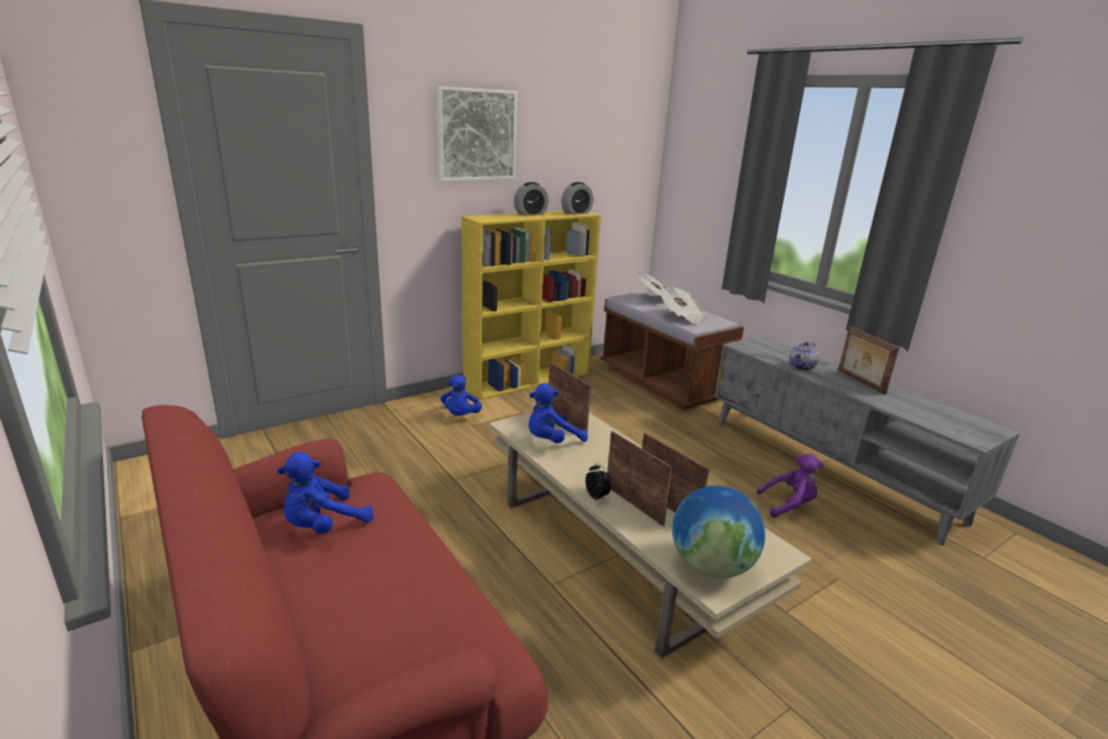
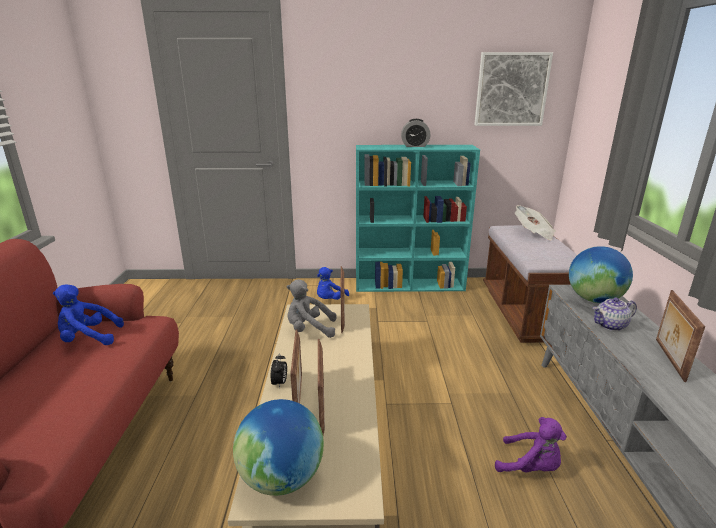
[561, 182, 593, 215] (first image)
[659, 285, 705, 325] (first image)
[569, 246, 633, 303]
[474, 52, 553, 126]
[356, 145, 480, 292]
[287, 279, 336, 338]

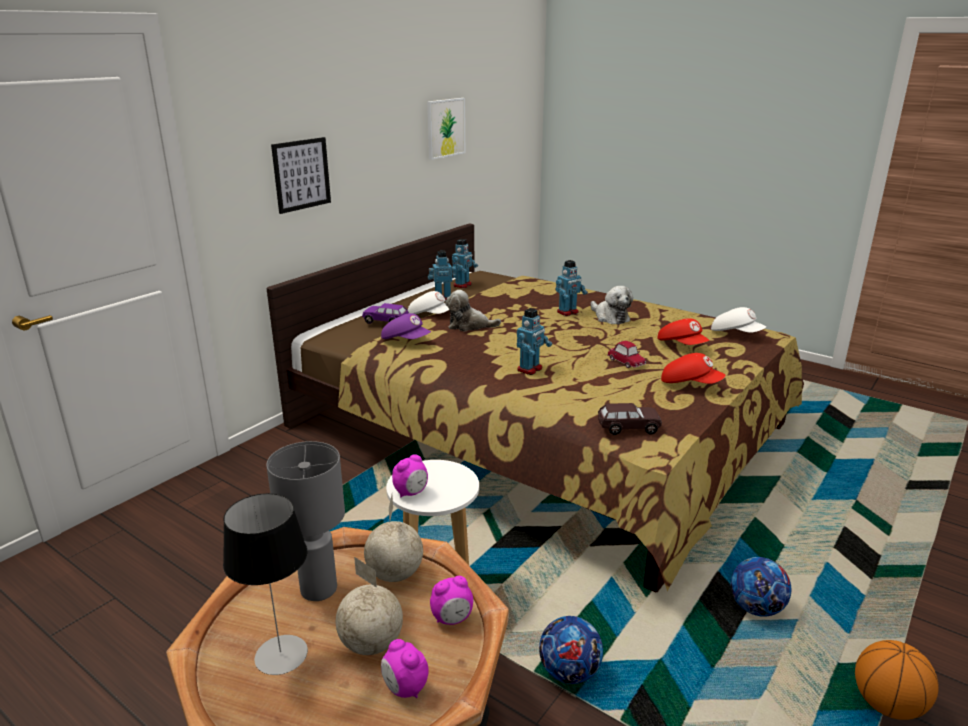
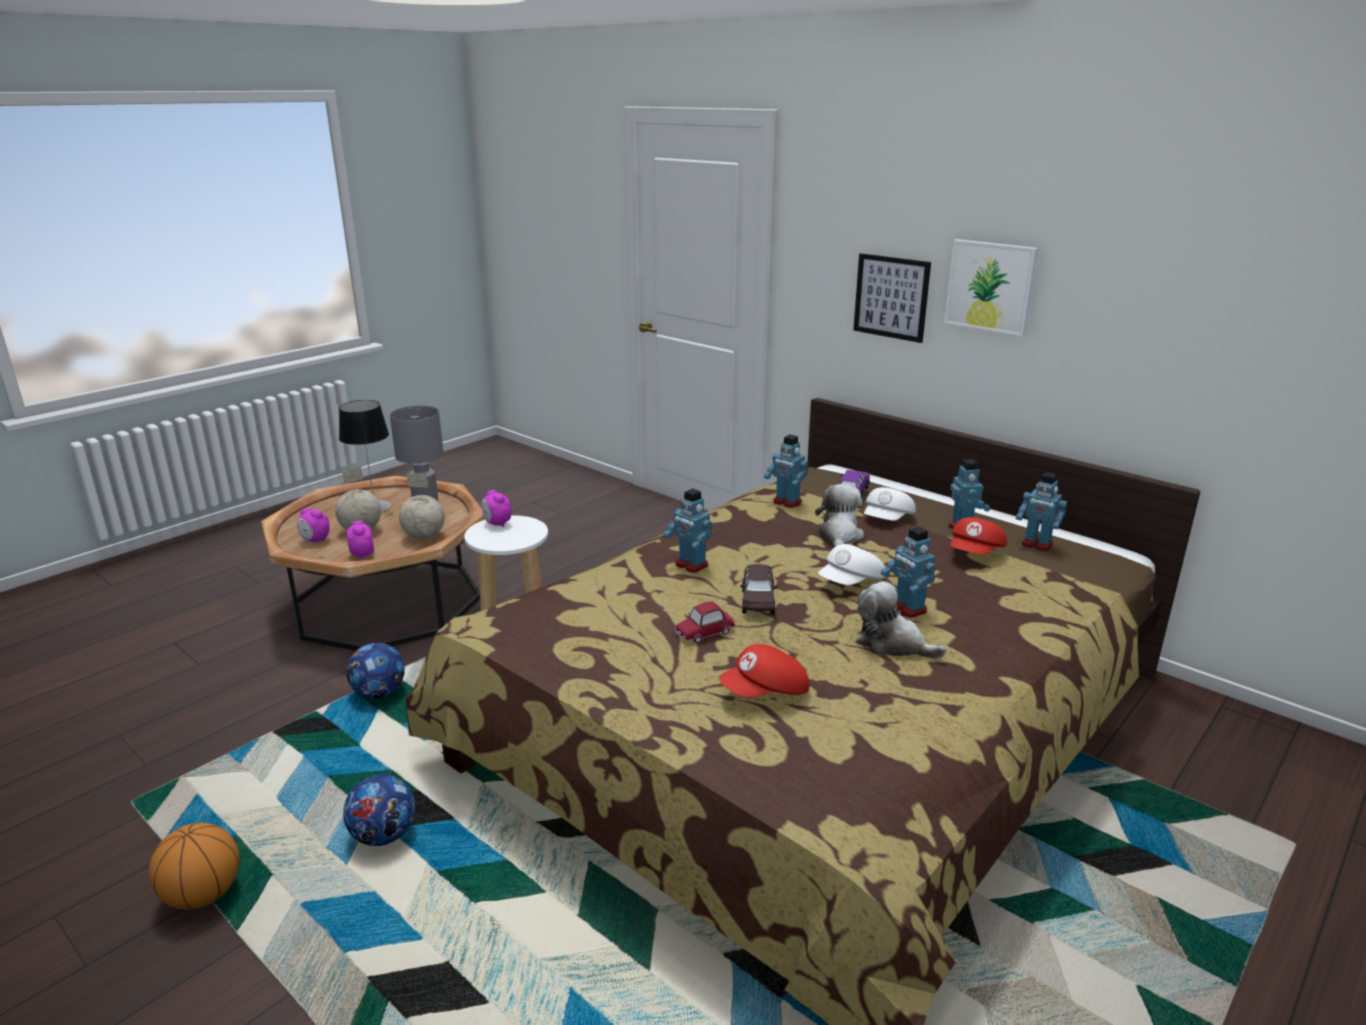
[944, 239, 1038, 336]
[740, 564, 777, 614]
[950, 517, 1007, 555]
[818, 544, 886, 585]
[764, 434, 808, 508]
[297, 508, 330, 542]
[856, 581, 947, 658]

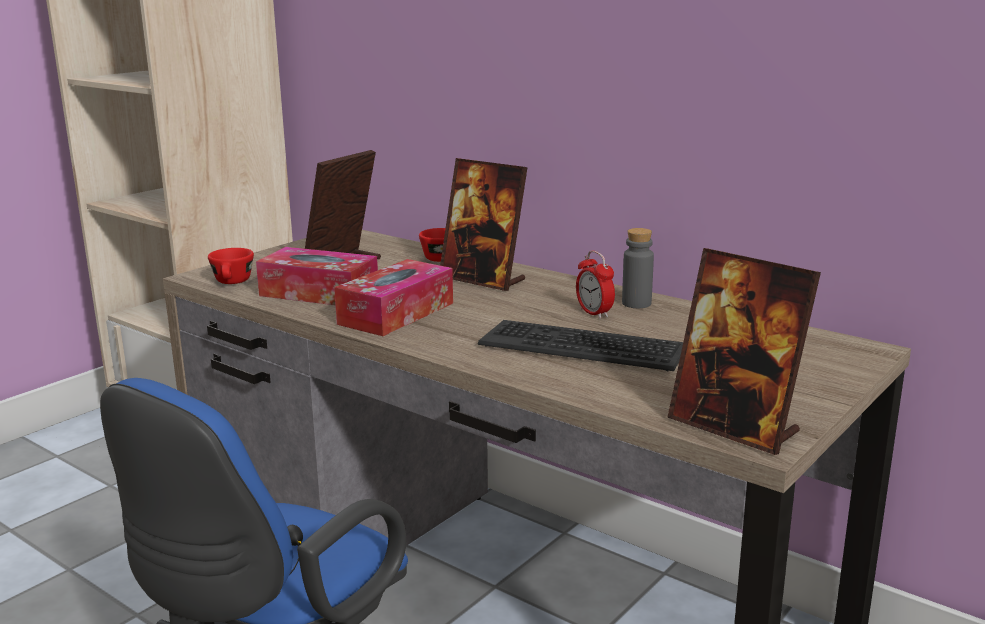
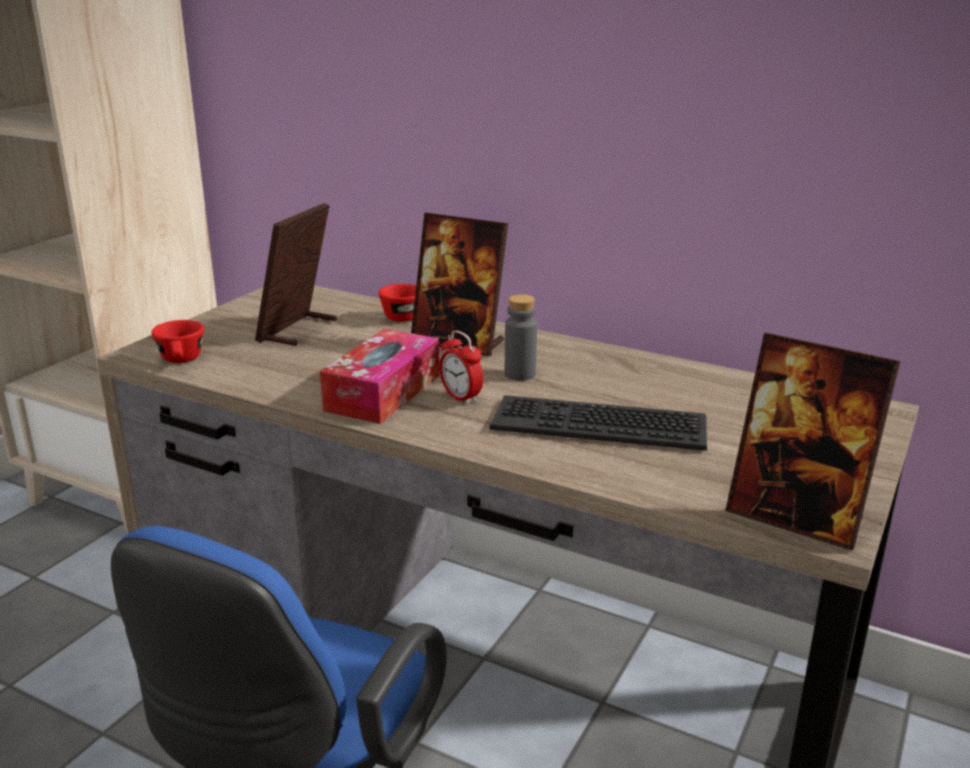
[256, 247, 378, 305] (first image)
[439, 330, 483, 405]
[505, 294, 537, 381]

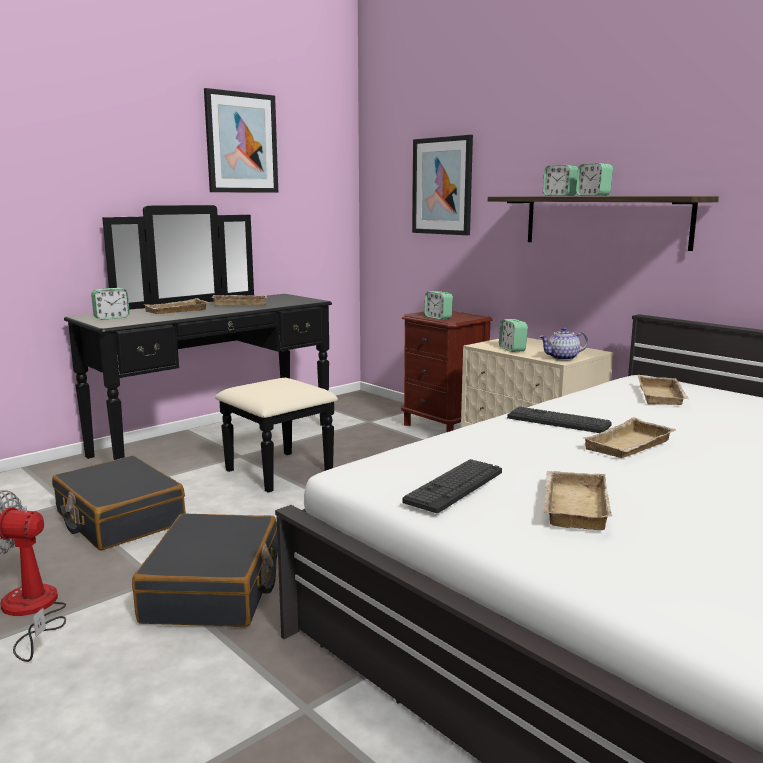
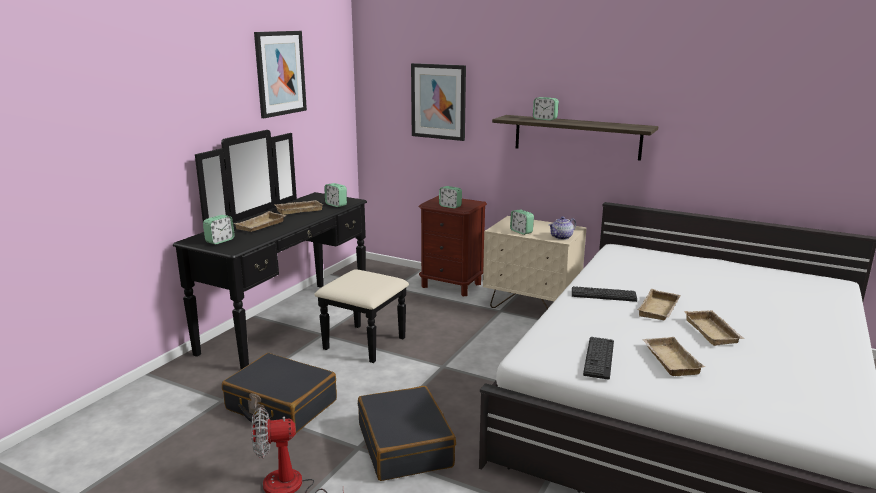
[325, 183, 347, 207]
[684, 310, 744, 346]

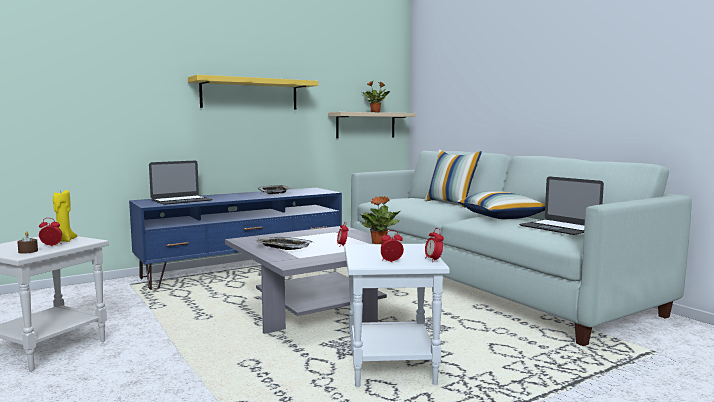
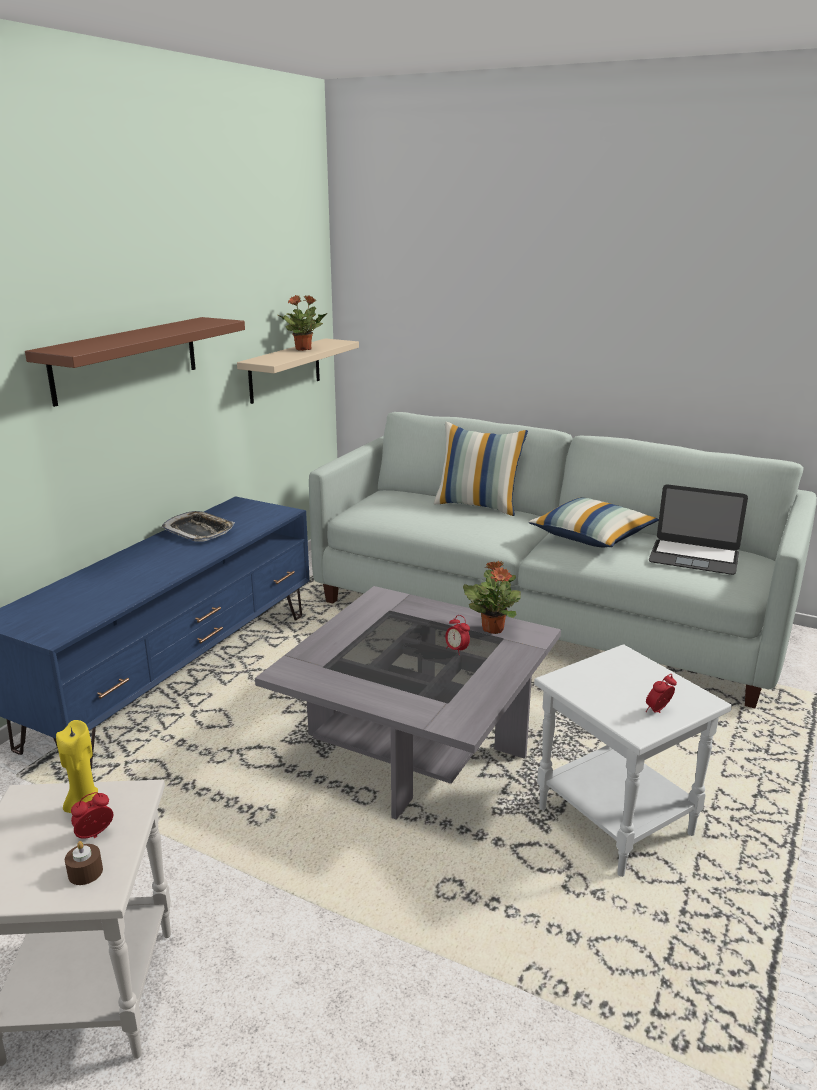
[149, 161, 212, 205] (first image)
[255, 237, 313, 250] (first image)
[425, 228, 444, 262] (first image)
[25, 317, 245, 407]

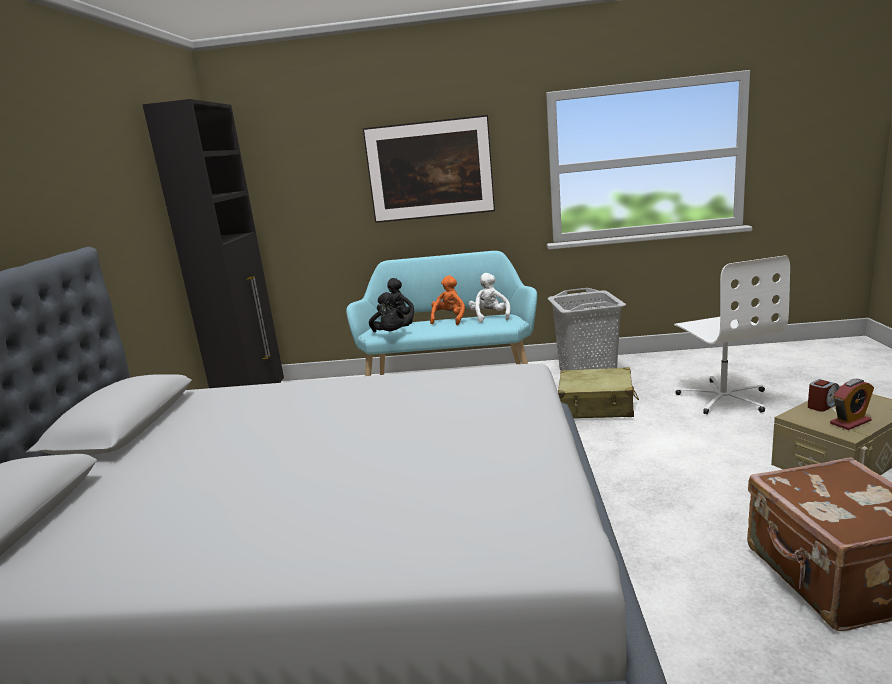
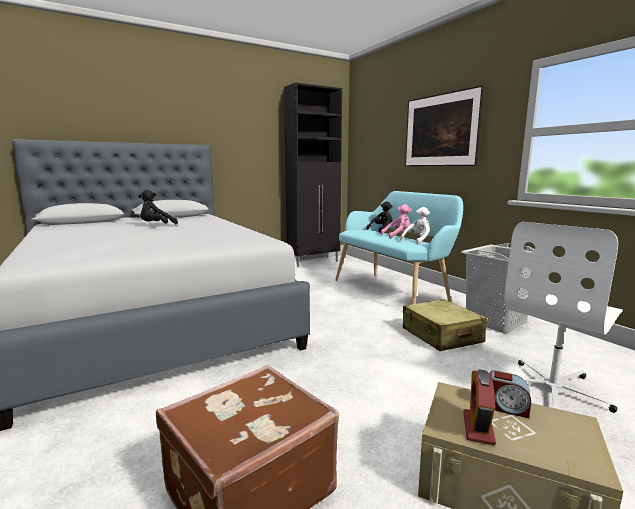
[138, 190, 178, 224]
[380, 204, 412, 239]
[463, 370, 496, 445]

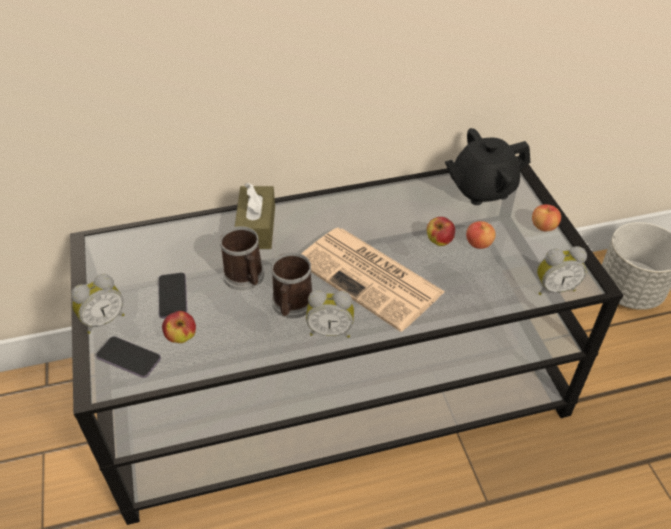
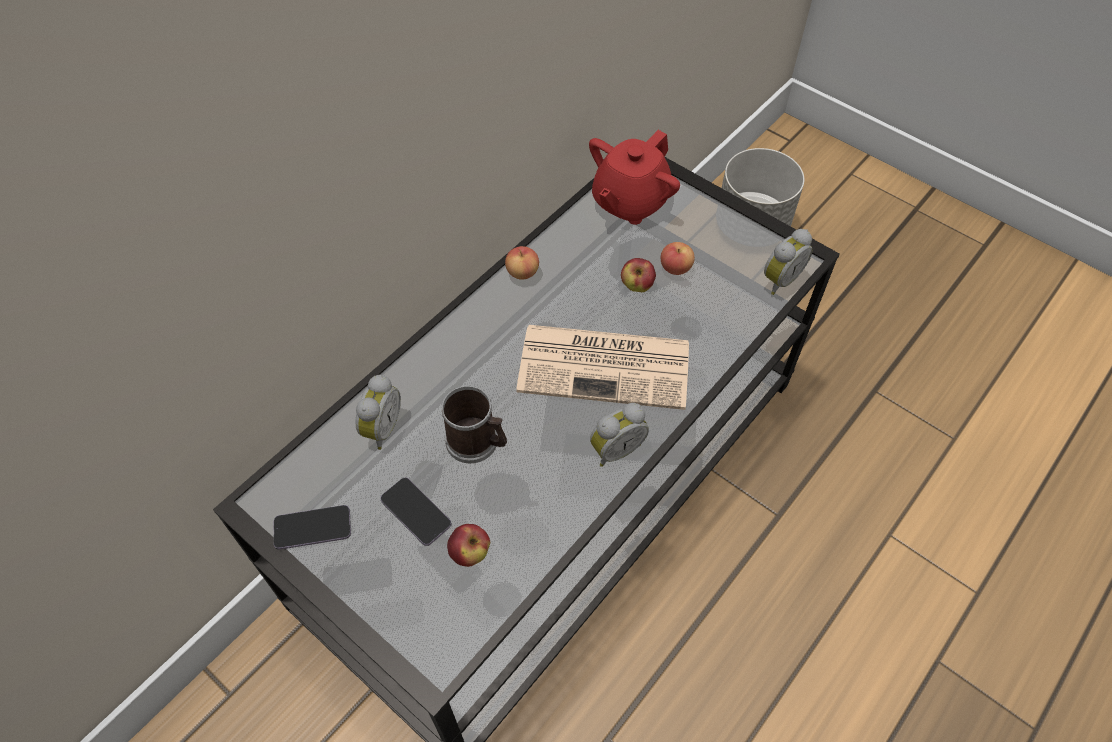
[235, 183, 275, 249] (first image)
[271, 252, 312, 318] (first image)
[356, 375, 401, 450]
[274, 505, 351, 550]
[505, 246, 539, 280]
[589, 130, 680, 225]

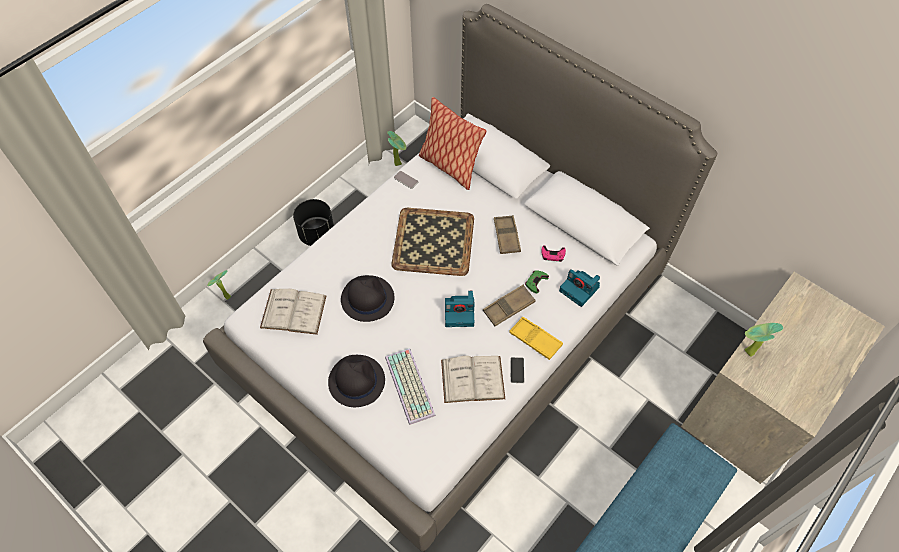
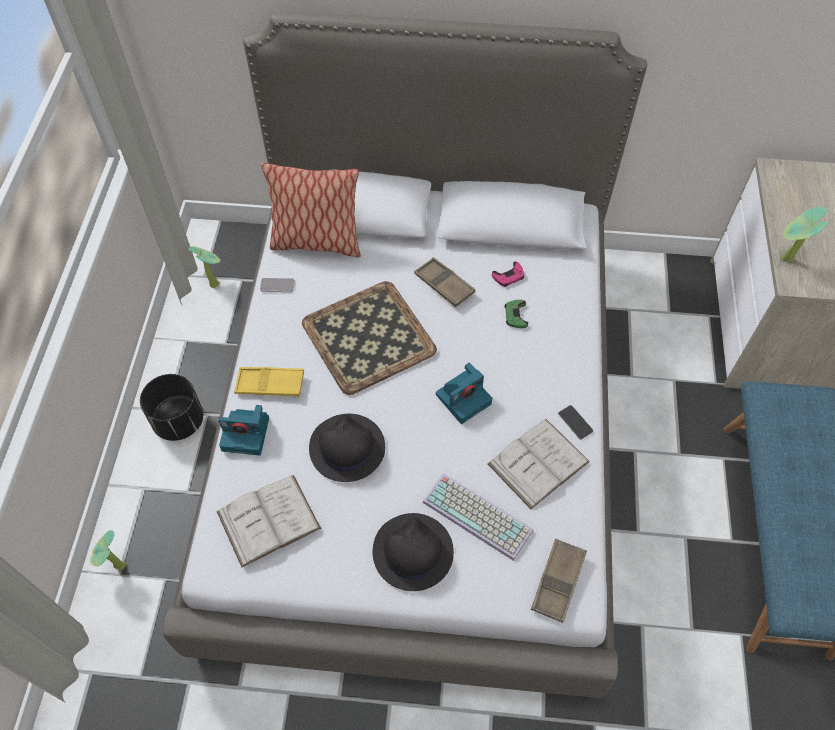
[531, 539, 587, 623]
[234, 367, 304, 396]
[219, 405, 269, 455]

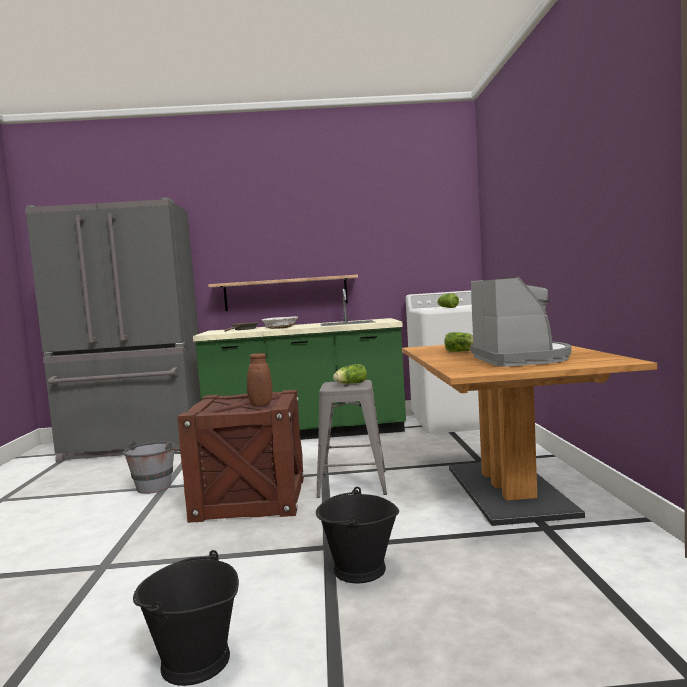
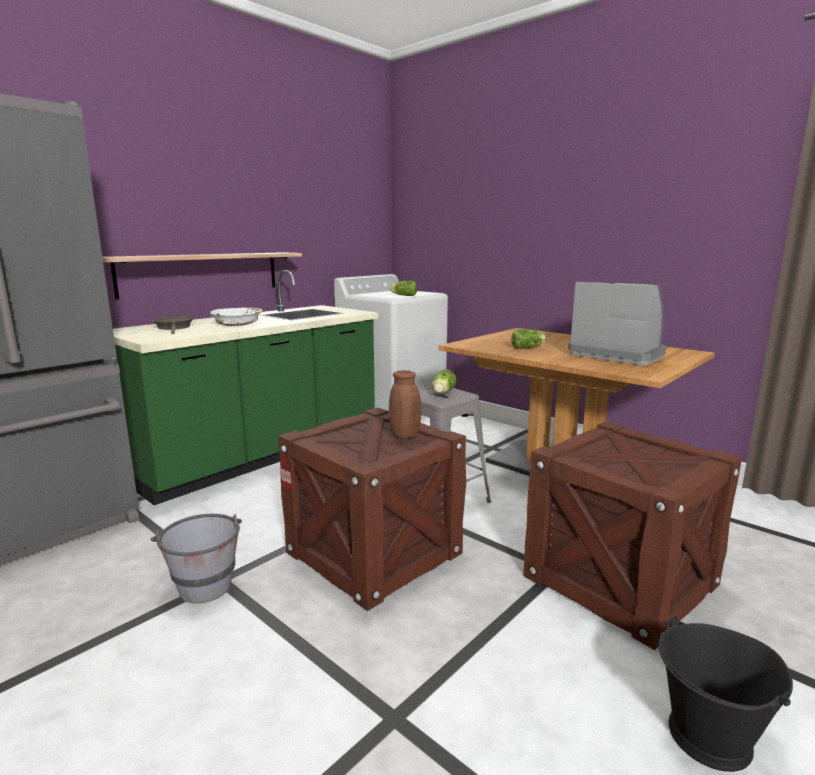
[523, 421, 742, 650]

